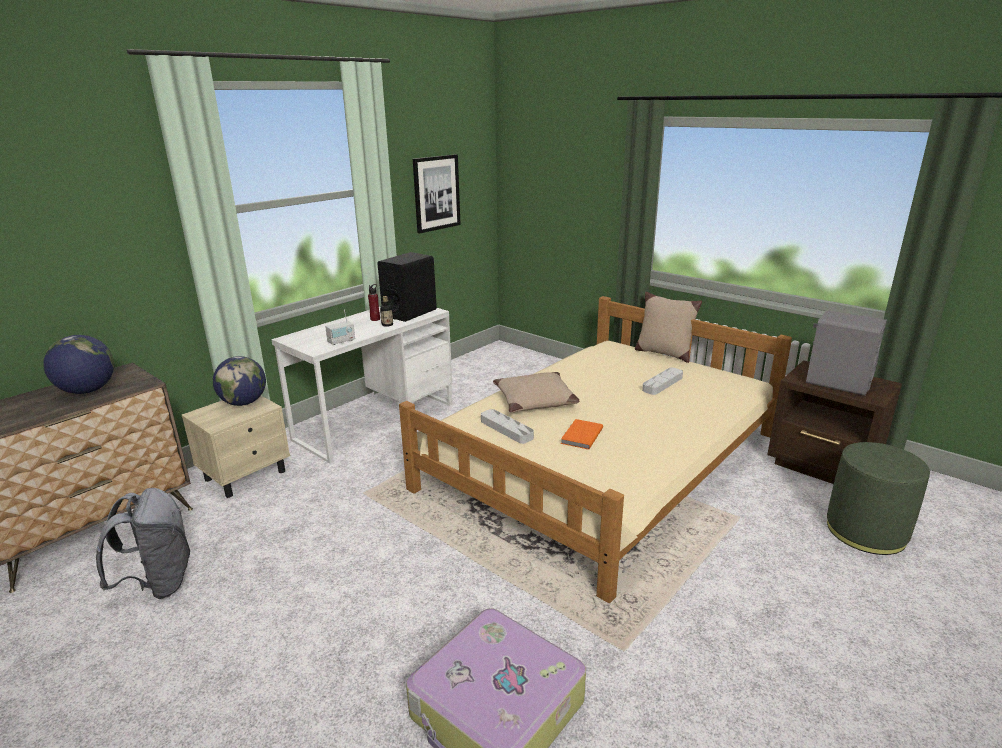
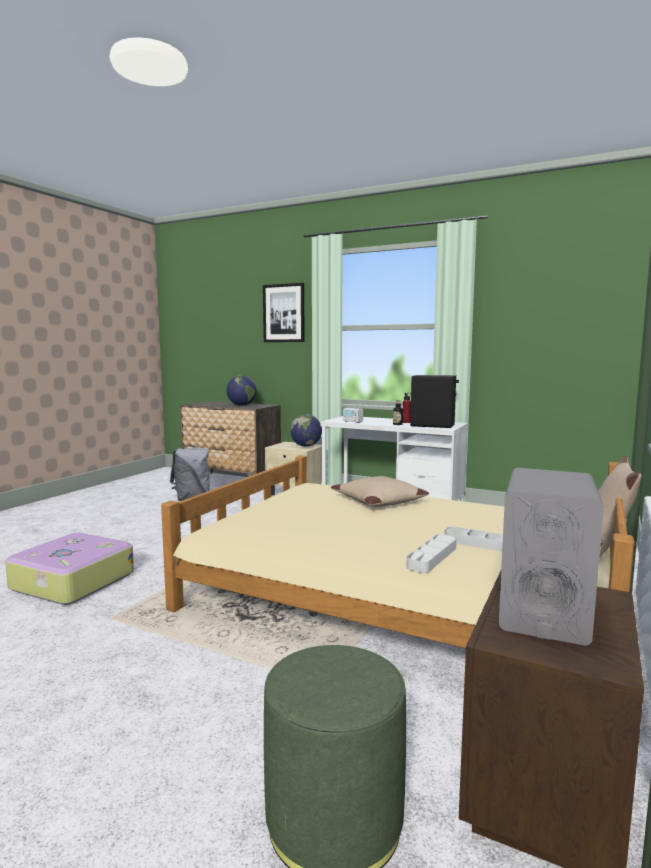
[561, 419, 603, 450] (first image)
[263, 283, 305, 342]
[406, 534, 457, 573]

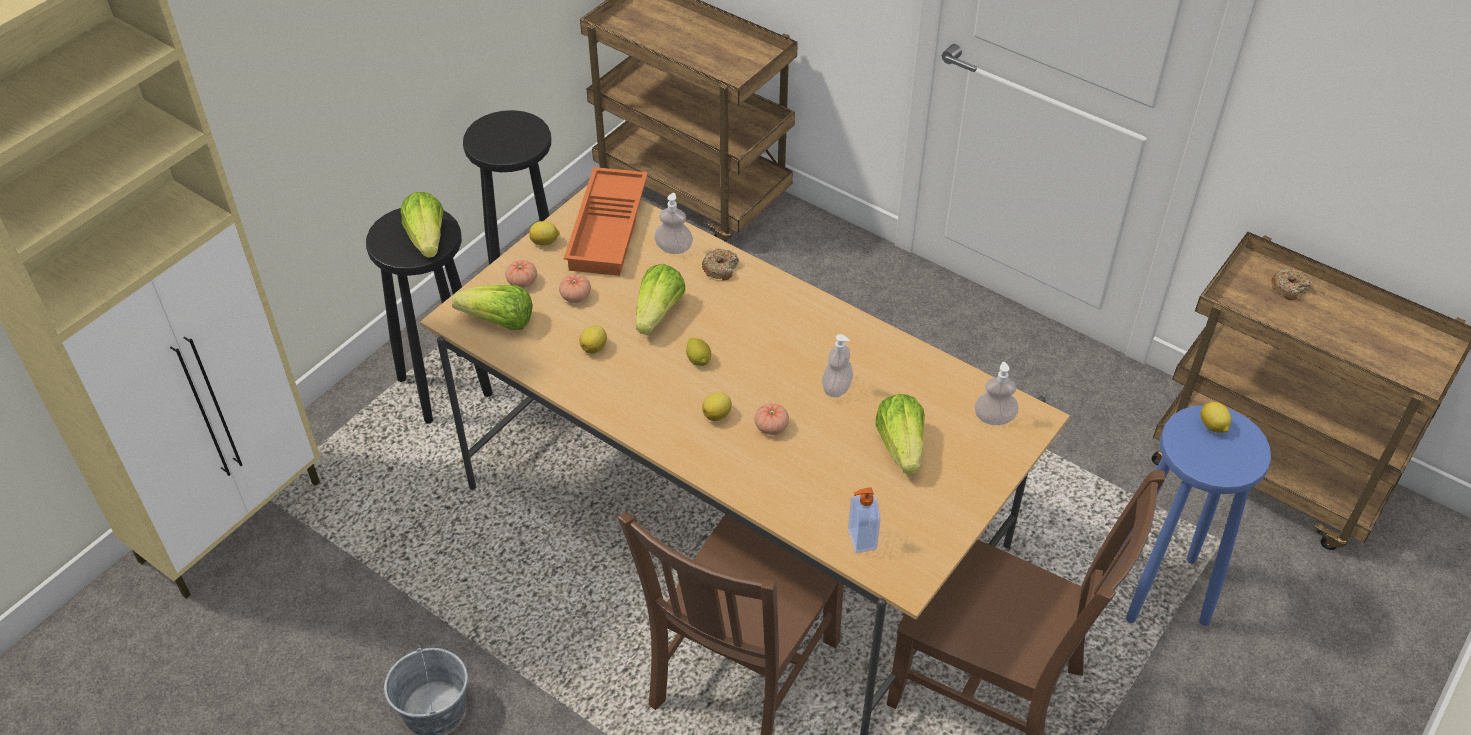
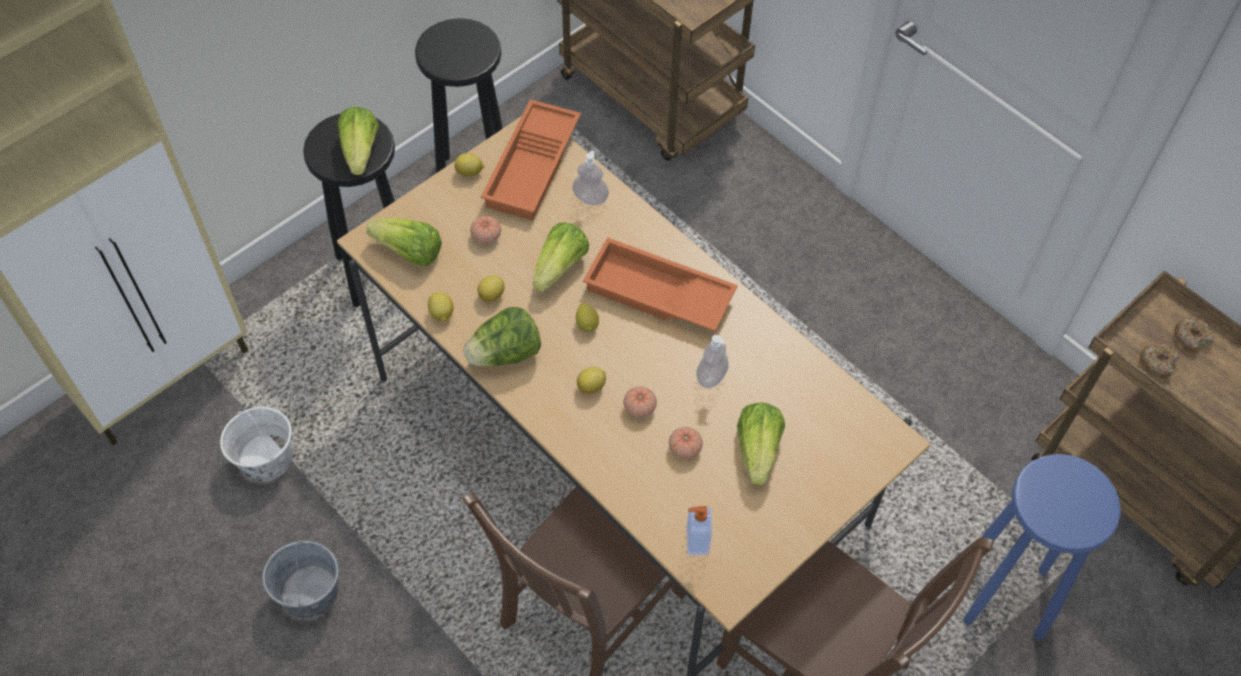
[975, 362, 1018, 425] (first image)
[220, 407, 292, 482]
[464, 307, 541, 366]
[583, 237, 738, 331]
[669, 427, 703, 459]
[1139, 342, 1180, 379]
[428, 292, 454, 322]

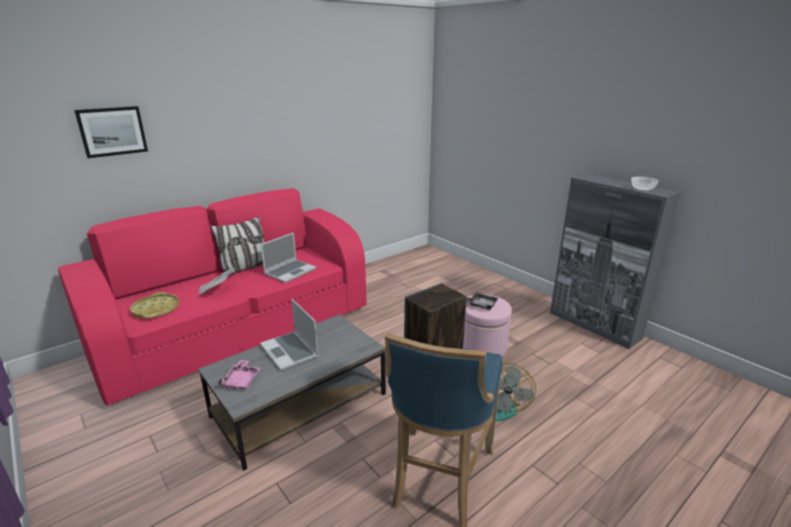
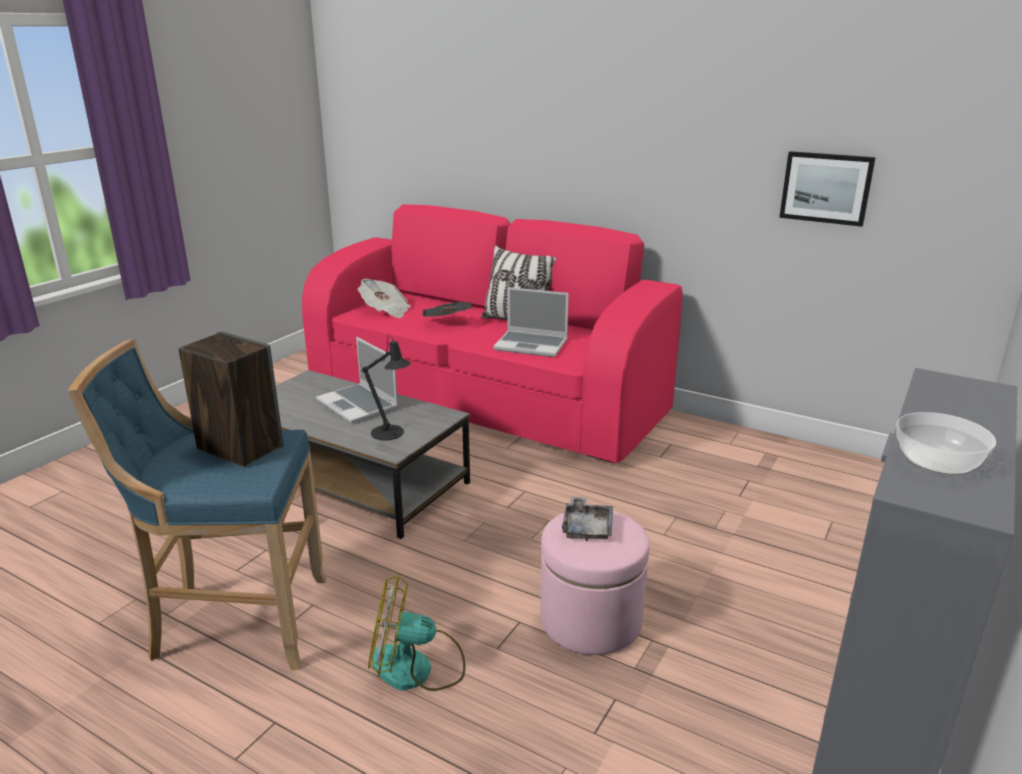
[218, 360, 260, 390] (first image)
[362, 335, 411, 440]
[779, 151, 876, 227]
[358, 279, 411, 318]
[316, 337, 398, 424]

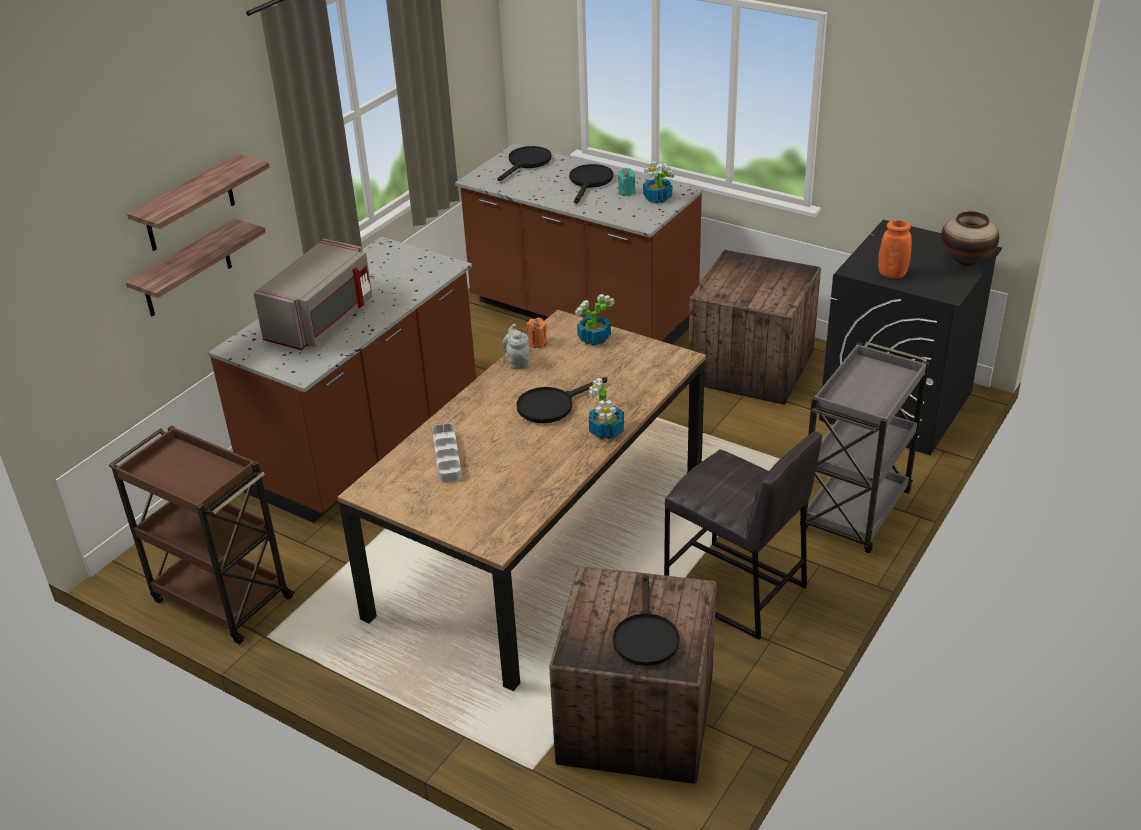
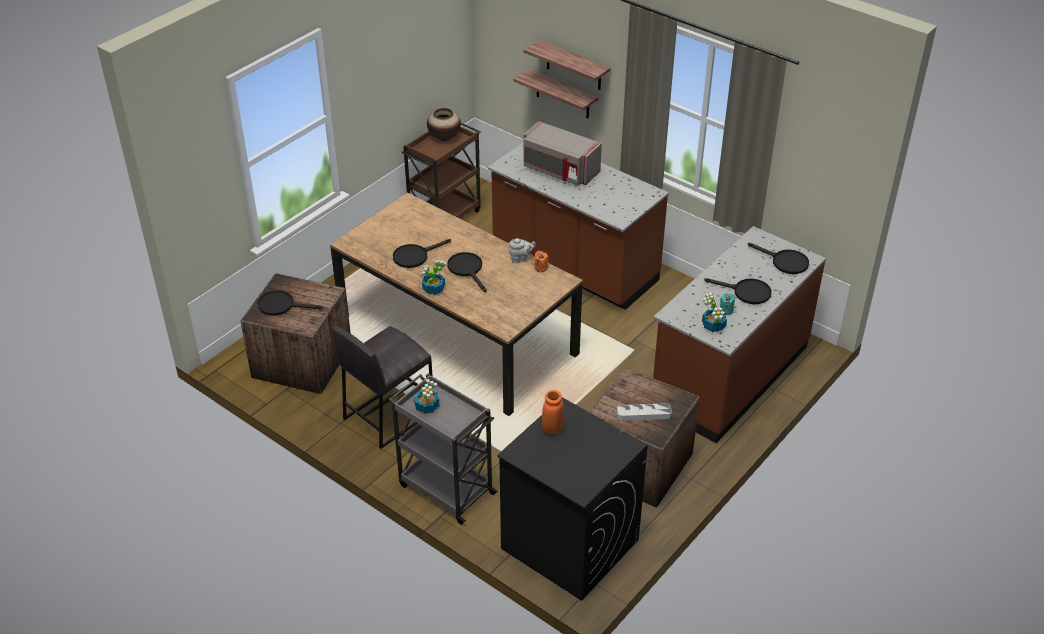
[393, 239, 451, 268]
[617, 403, 672, 421]
[414, 379, 440, 414]
[427, 108, 461, 141]

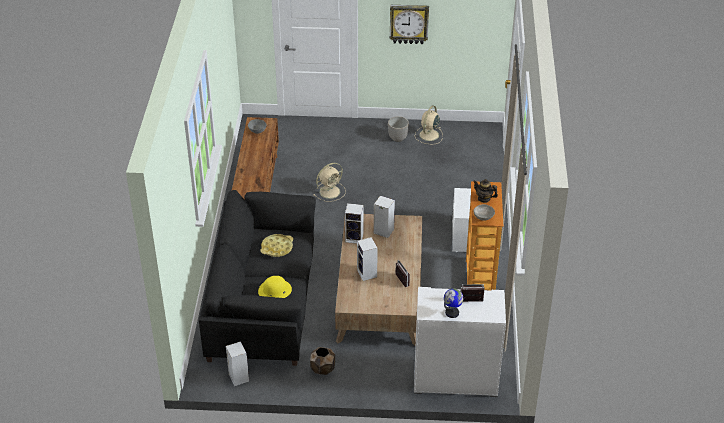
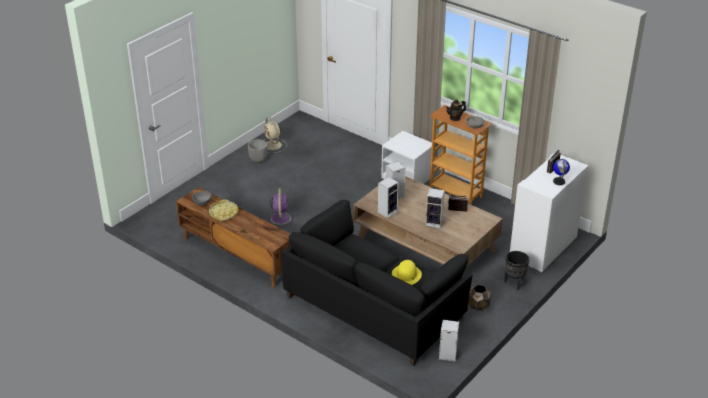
[390, 5, 429, 44] (first image)
[504, 251, 529, 290]
[209, 199, 238, 221]
[266, 188, 295, 227]

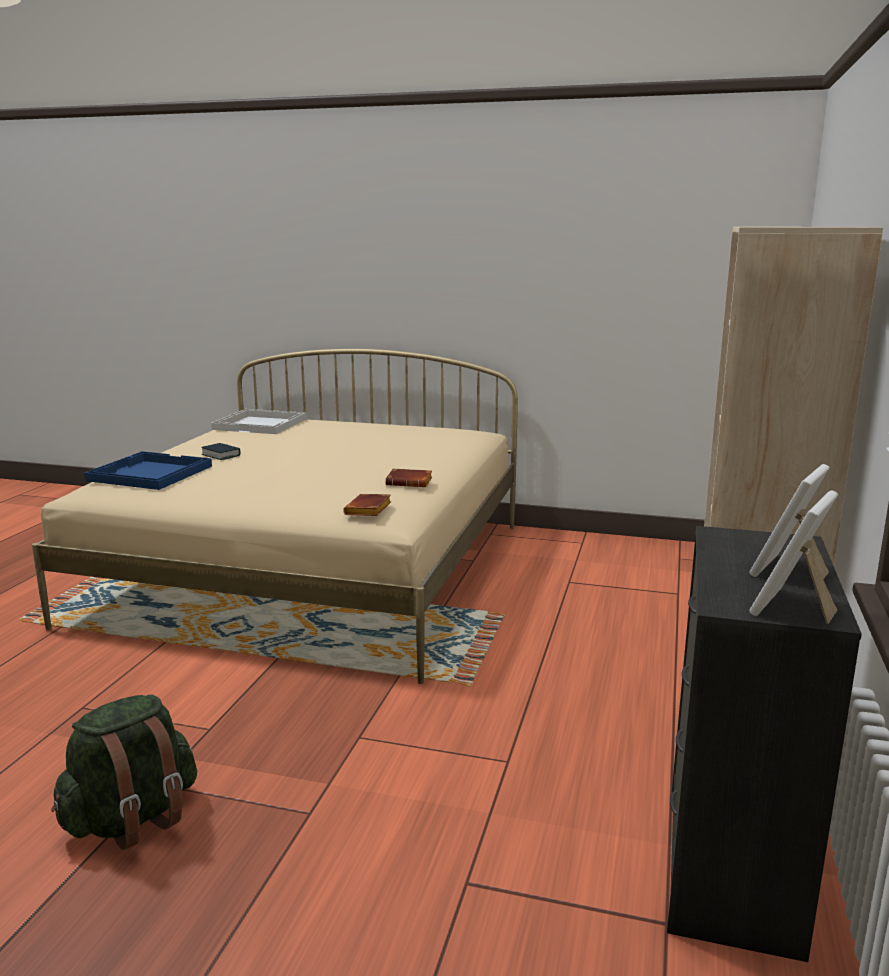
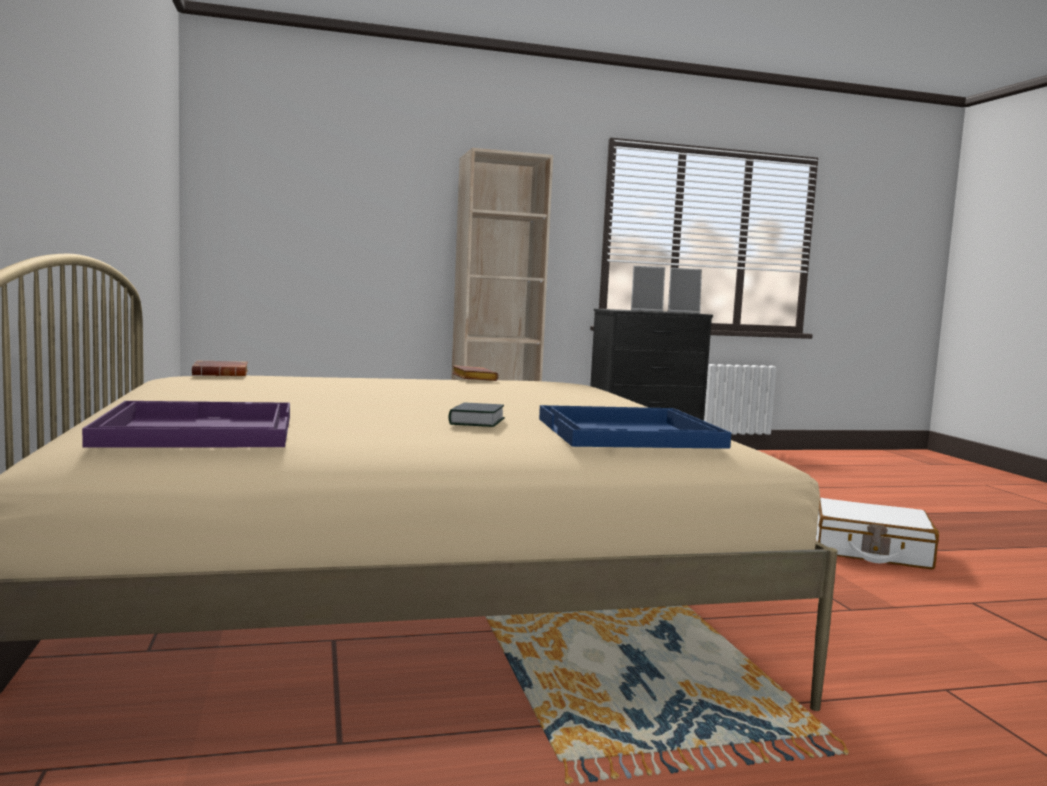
[192, 361, 248, 376]
[816, 498, 939, 570]
[82, 401, 290, 448]

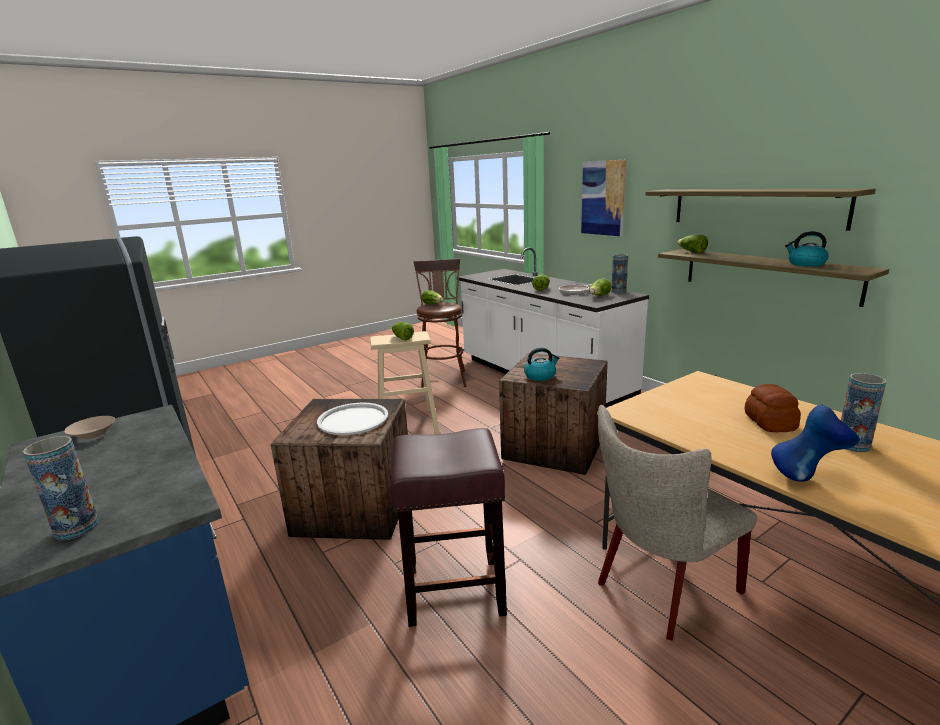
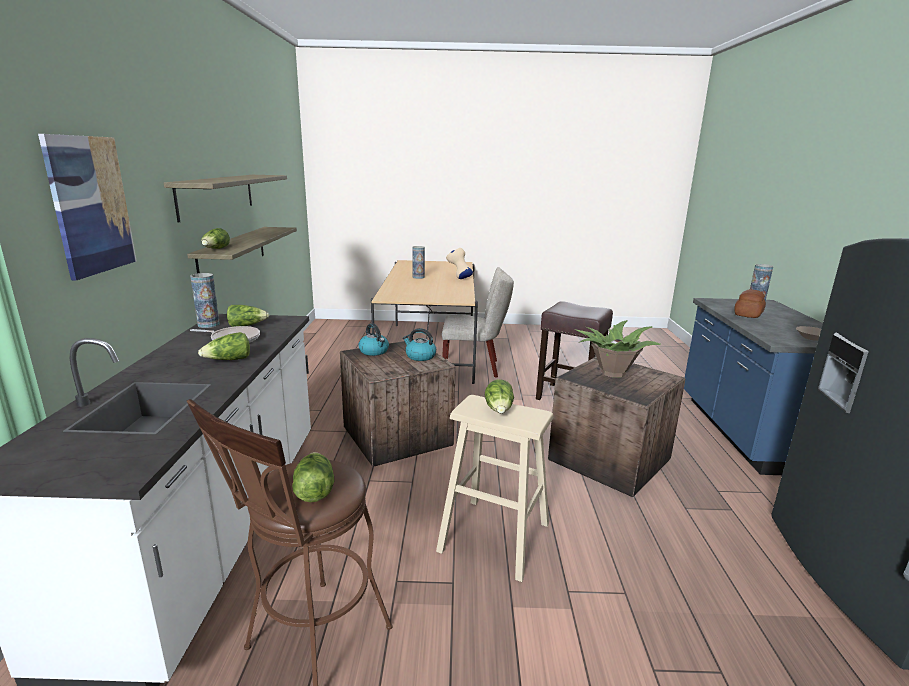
[734, 289, 766, 318]
[358, 323, 389, 356]
[575, 320, 661, 378]
[446, 248, 473, 279]

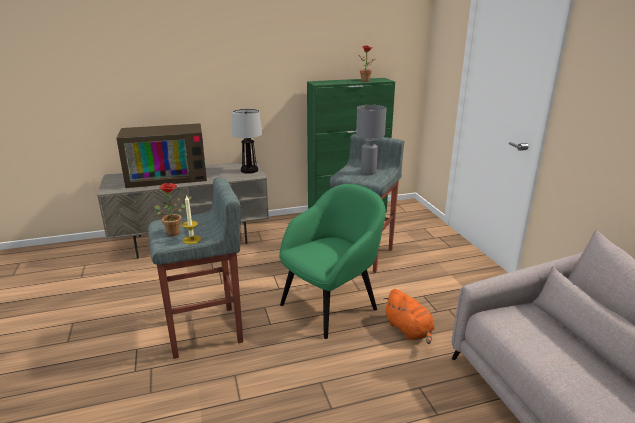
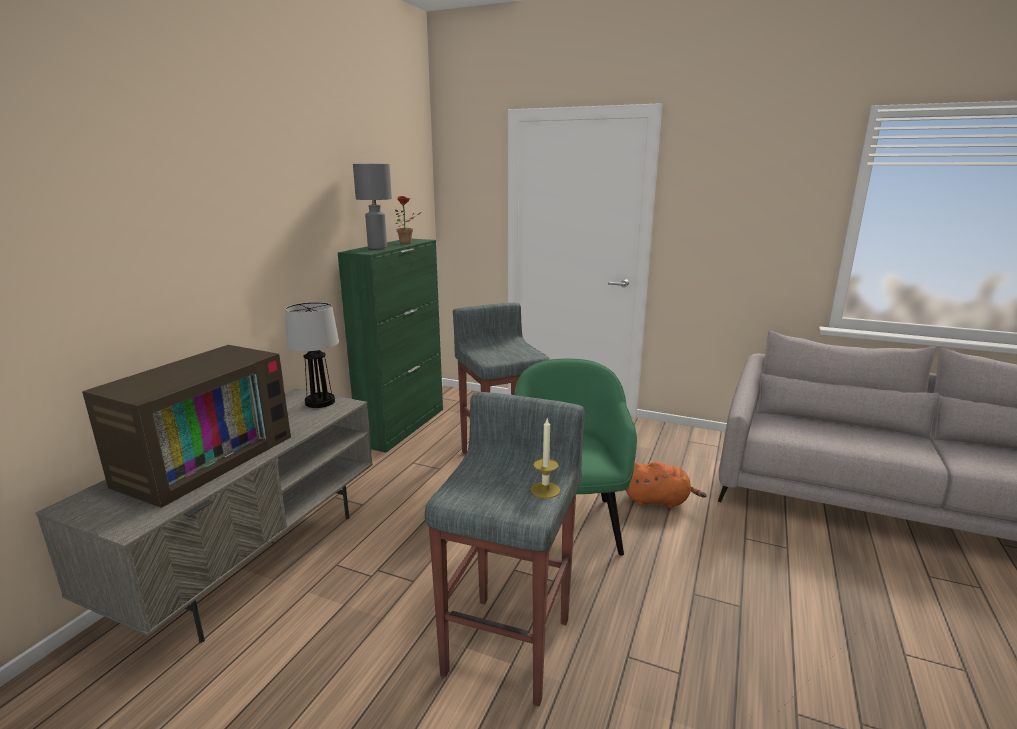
[154, 183, 192, 236] (first image)
[353, 164, 392, 249]

